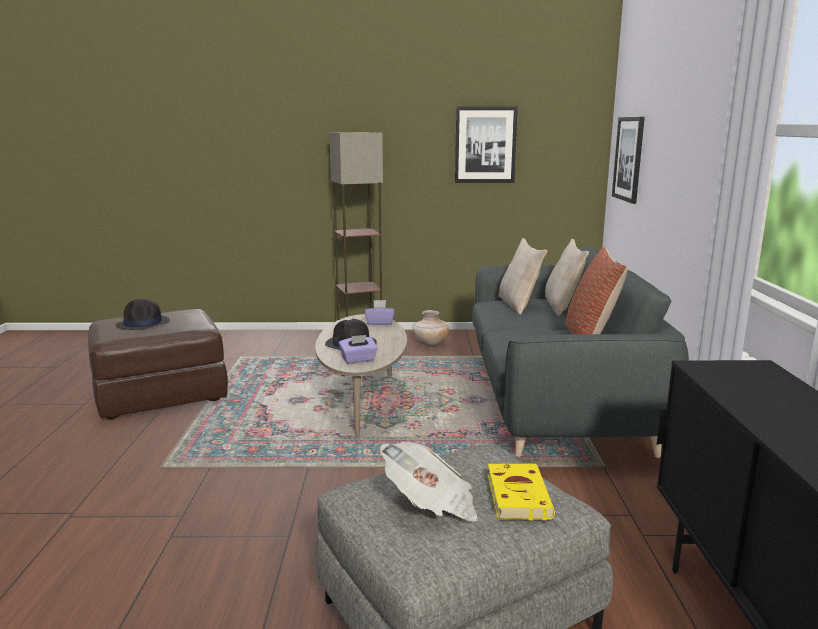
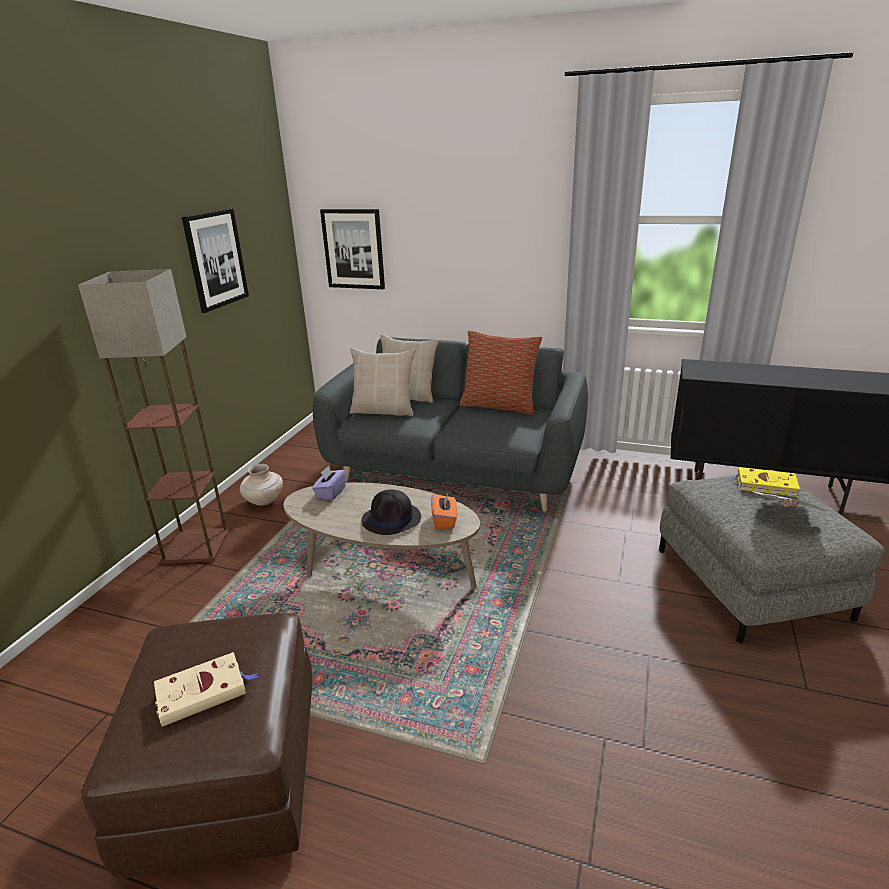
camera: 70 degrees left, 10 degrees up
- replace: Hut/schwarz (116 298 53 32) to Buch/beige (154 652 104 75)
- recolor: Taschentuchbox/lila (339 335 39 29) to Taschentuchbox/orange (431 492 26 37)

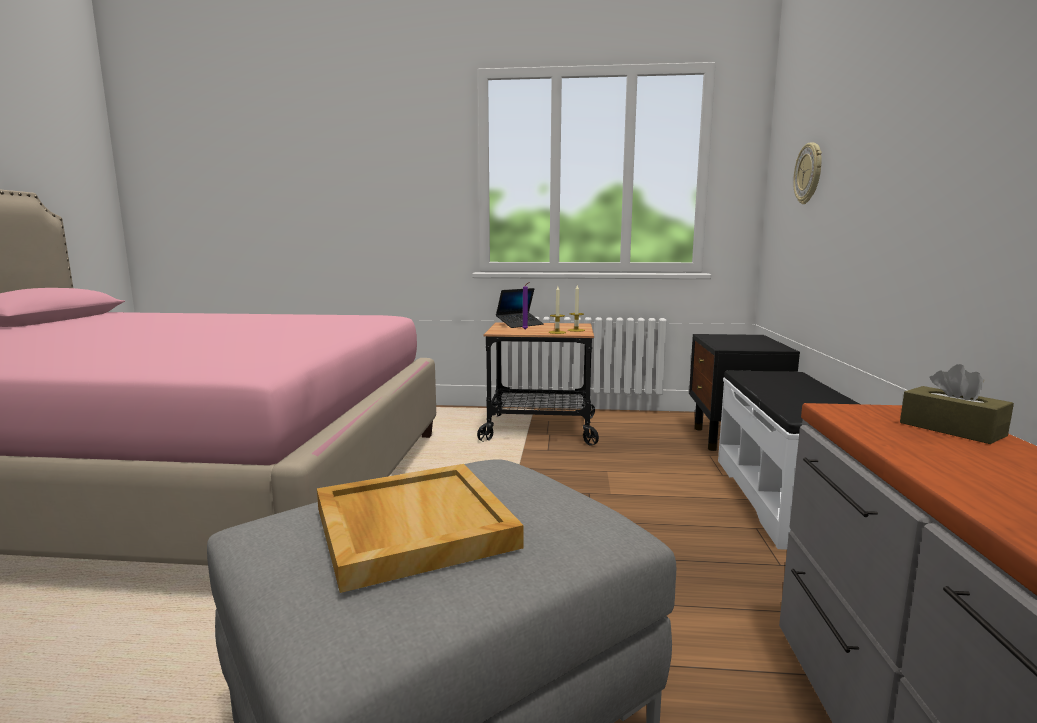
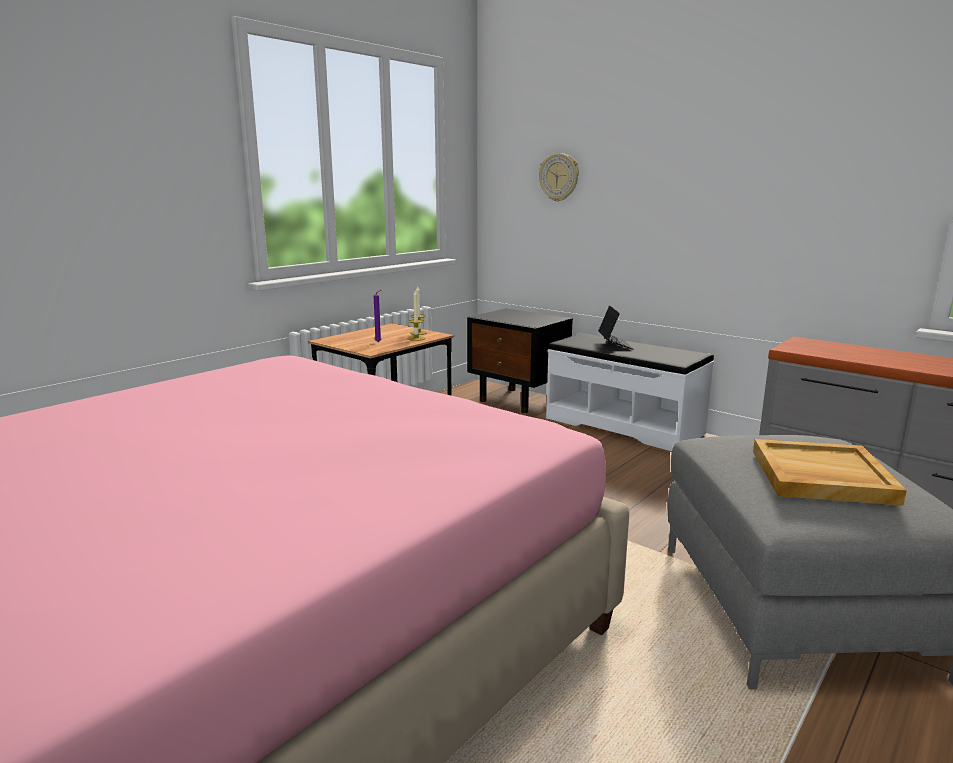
camera: 55 degrees left, 5 degrees up
- move: Laptop (496 288 48 40) to (598 305 35 45)
- delete: Taschentuchbox/braun (900 364 114 80)

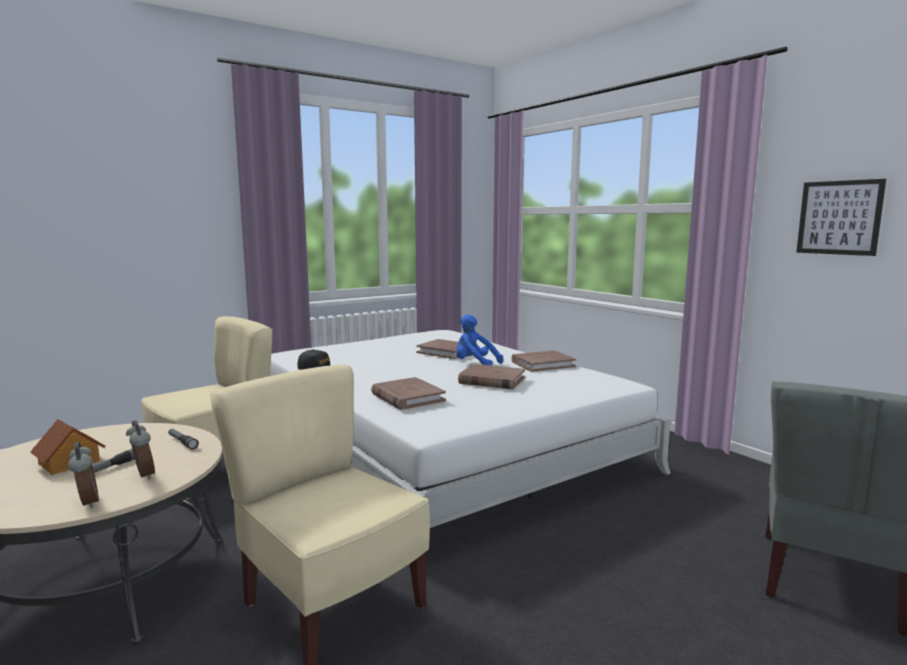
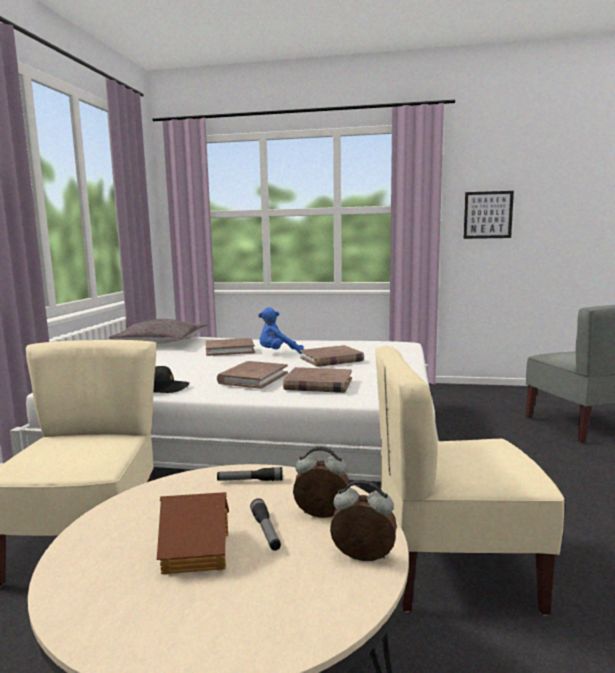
camera: 45 degrees left, 0 degrees up
- move: Buch/braun (511 350 65 22) to (217 361 71 28)
- insert: Kissen/grau (109 319 100 25)

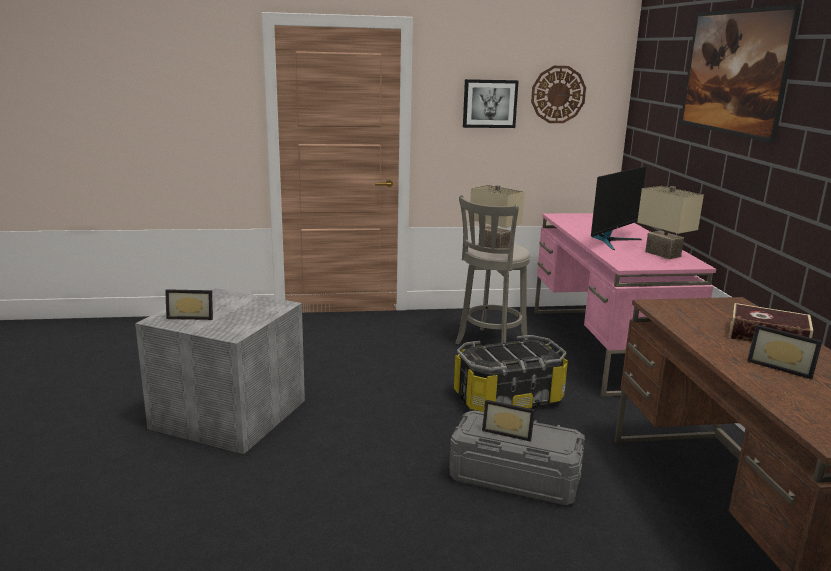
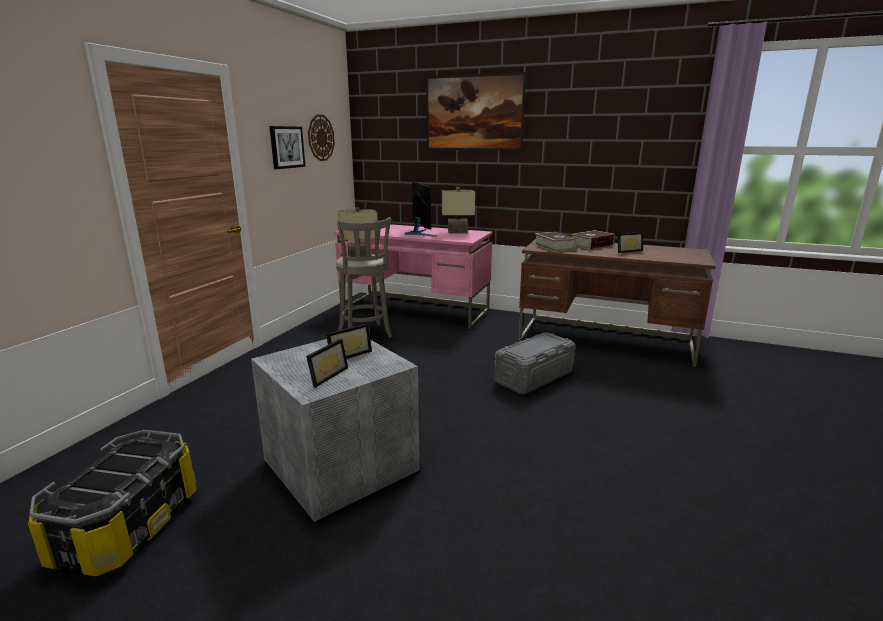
camera: 60 degrees left, 0 degrees up
- move: Aufbewahrungsbox (454 335 114 77) to (28 430 168 146)
- move: Bilderrahmen (482 400 53 42) to (326 323 46 36)
- insert: Buch (534 232 42 20)

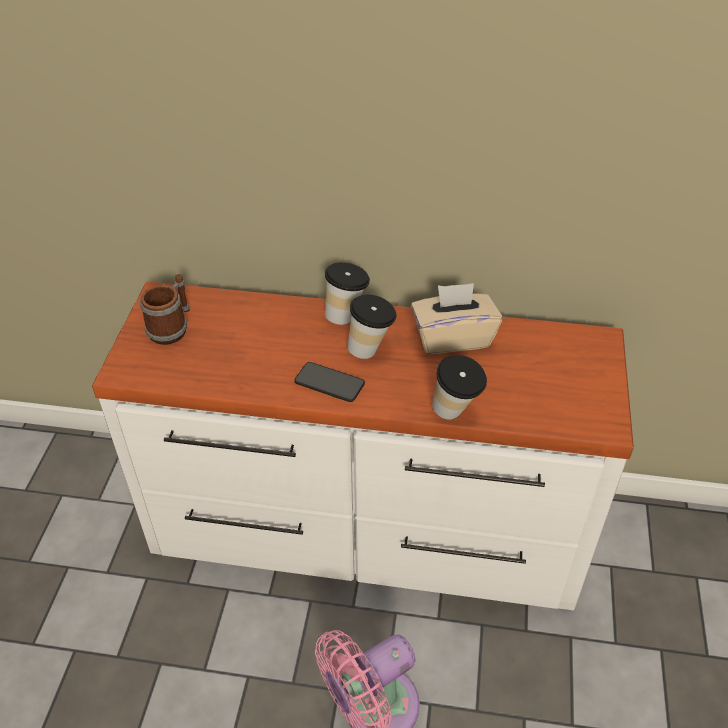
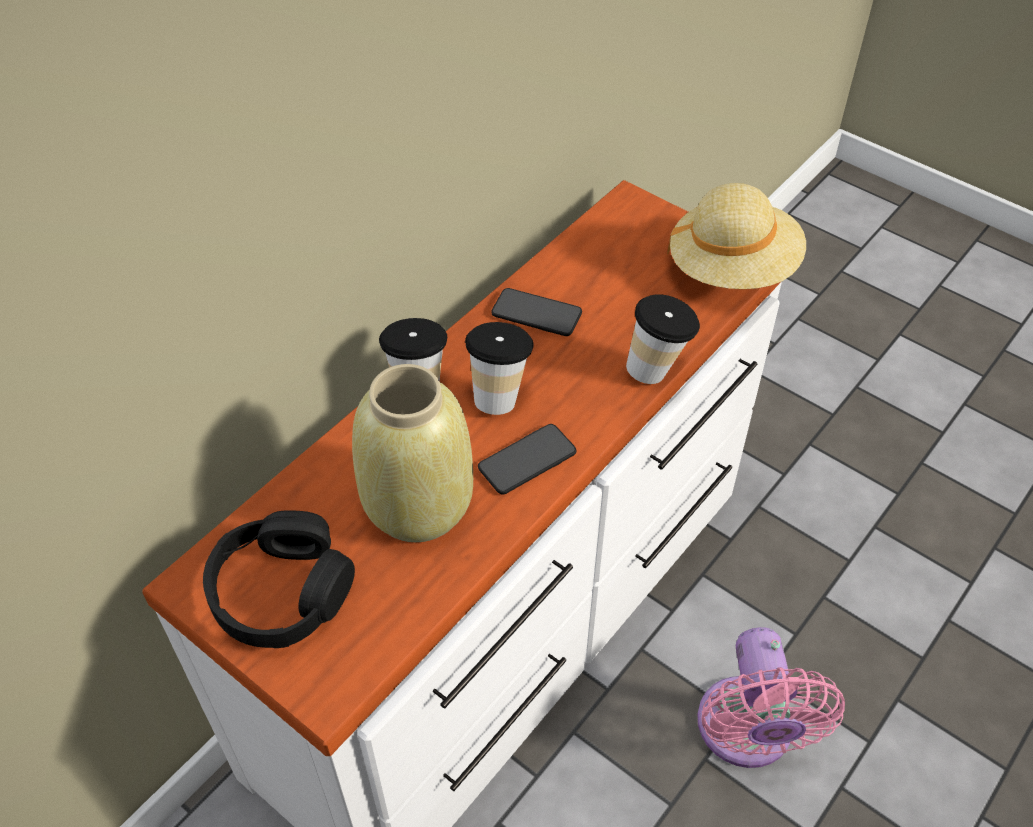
camera: 60 degrees left, 5 degrees up
- replace: Henkelbecher (140 274 50 71) to Kopfhörer/schwarz (203 510 152 138)
- replace: Taschentuchbox/beige (411 283 91 71) to Handy (491 288 91 48)
- insert: Hut/beige (667 183 139 106)
- insert: Vase/beige (352 364 121 178)

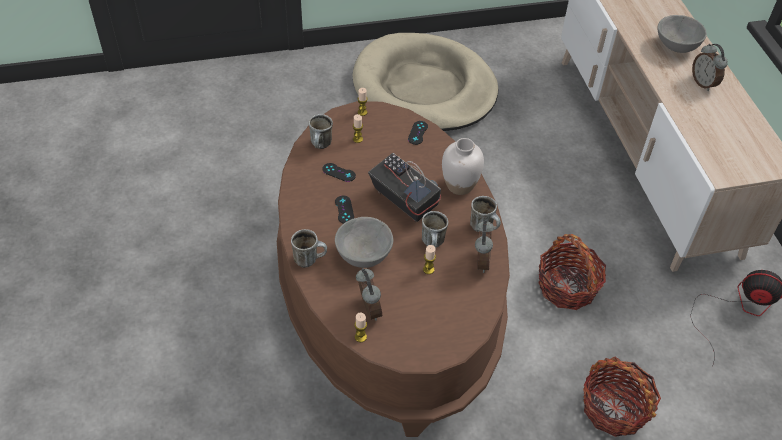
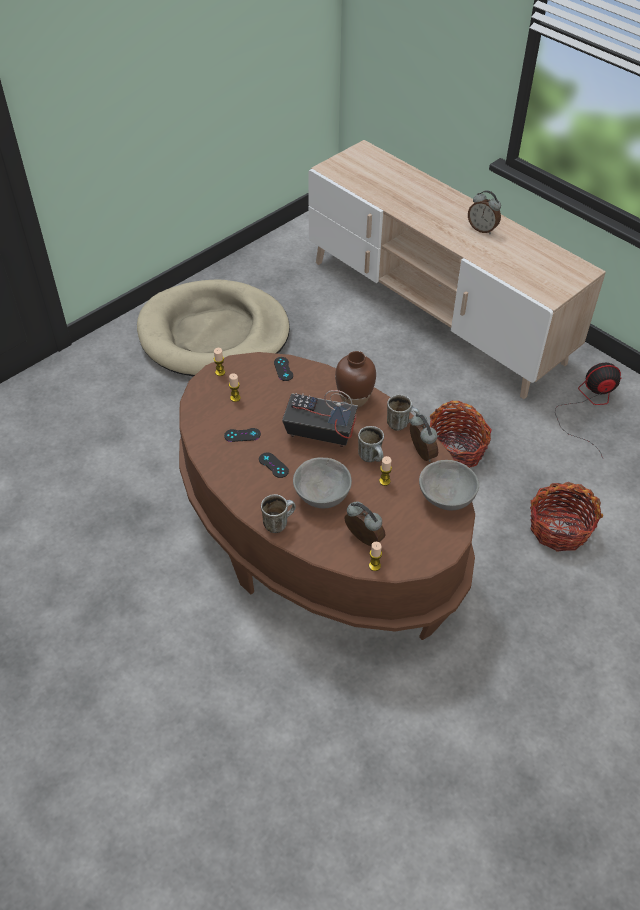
camera: 30 degrees left, 0 degrees up
- move: Schüssel/grau (658 15 49 38) to (419 460 60 50)
- delete: Henkelbecher (309 114 24 35)
- recolor: Vase/weiß (442 138 42 57) to Vase/braun (335 351 41 56)

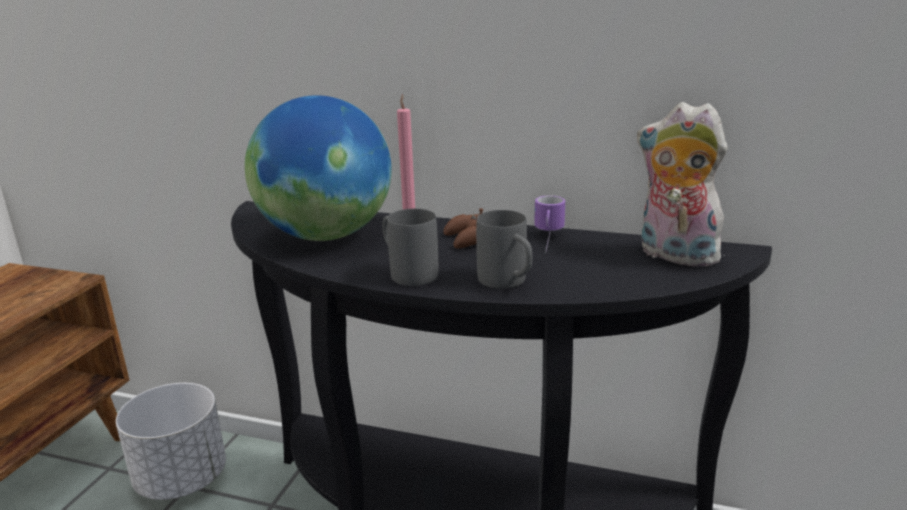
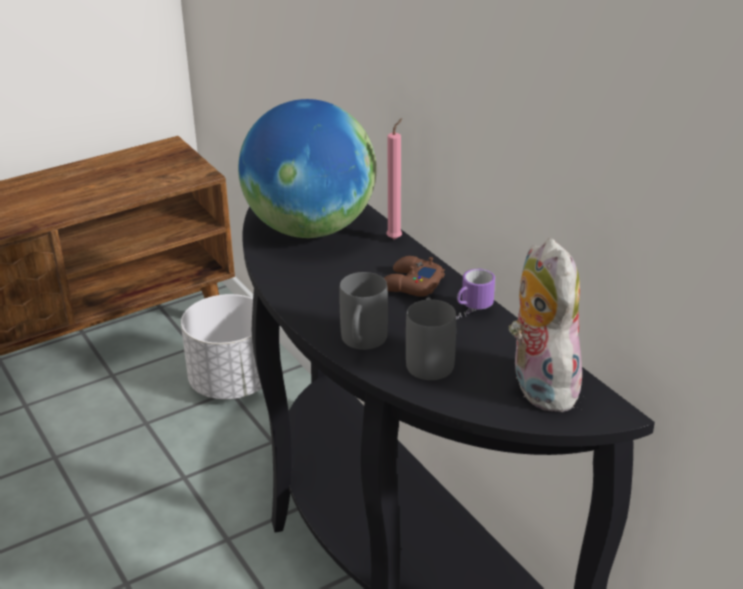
camera: 40 degrees right, 10 degrees up
- move: Henkelbecher/grau (382 209 56 77) to (406 297 50 83)

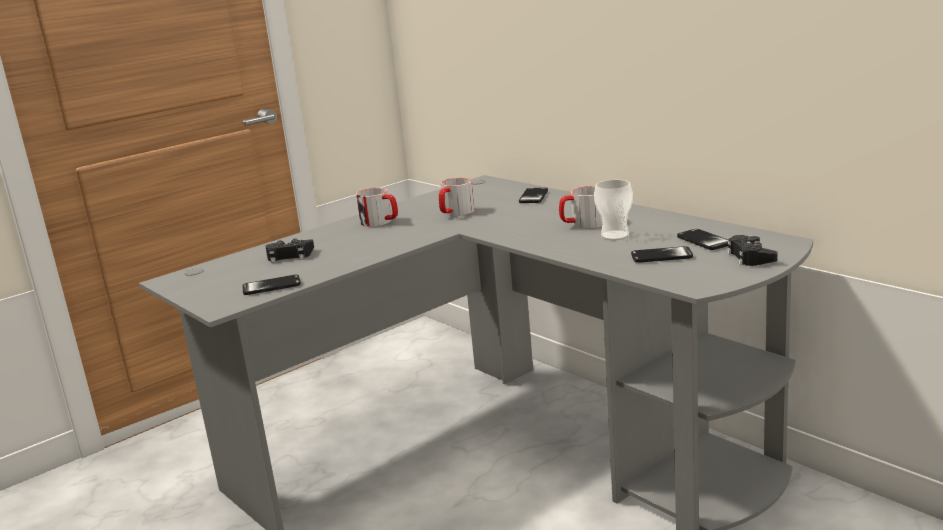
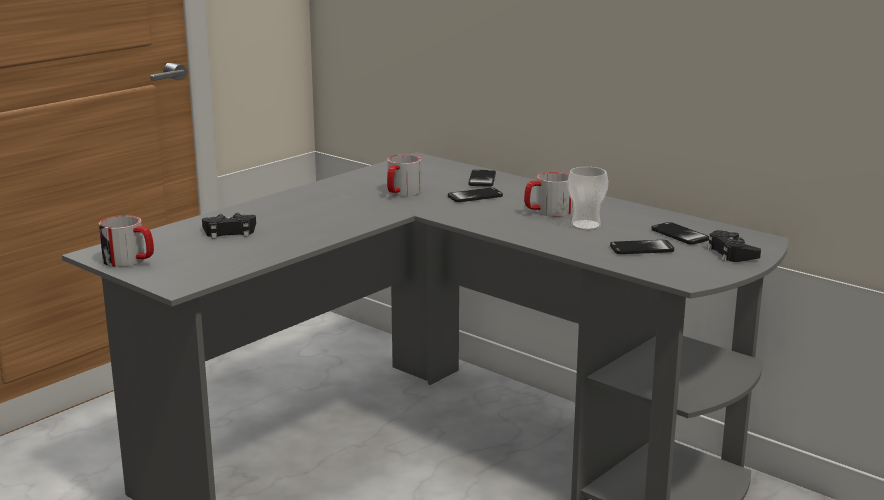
camera: 10 degrees left, 0 degrees up
- move: Henkelbecher (356 188 42 39) to (99 215 55 52)
- move: Handy (242 275 59 20) to (448 188 55 14)

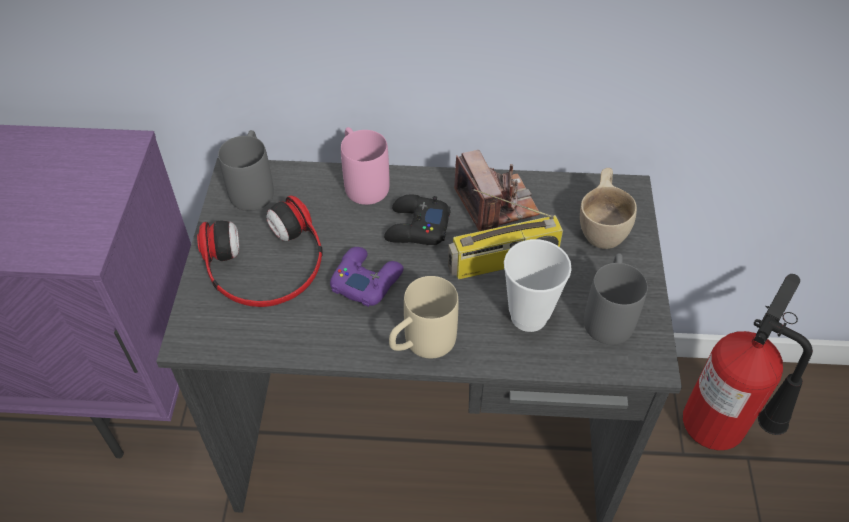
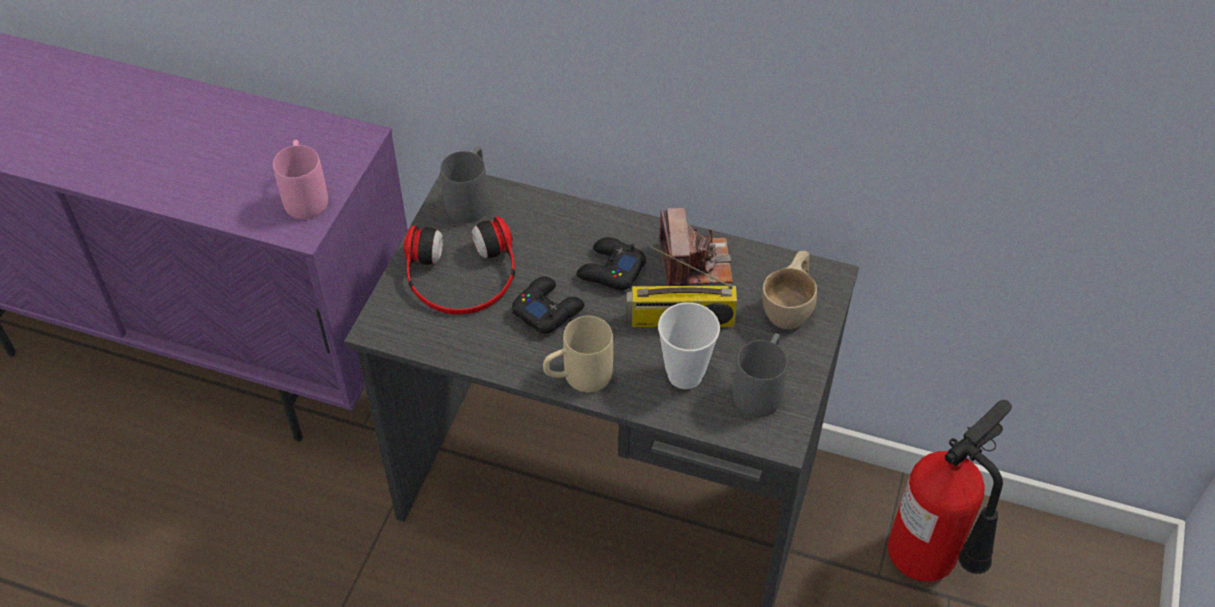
camera: 15 degrees right, 0 degrees up
- move: Henkelbecher/rosa (341 127 48 78) to (273 140 55 79)
- recolor: Gamepad/lila (330 247 74 60) to Gamepad/schwarz (512 277 72 57)

